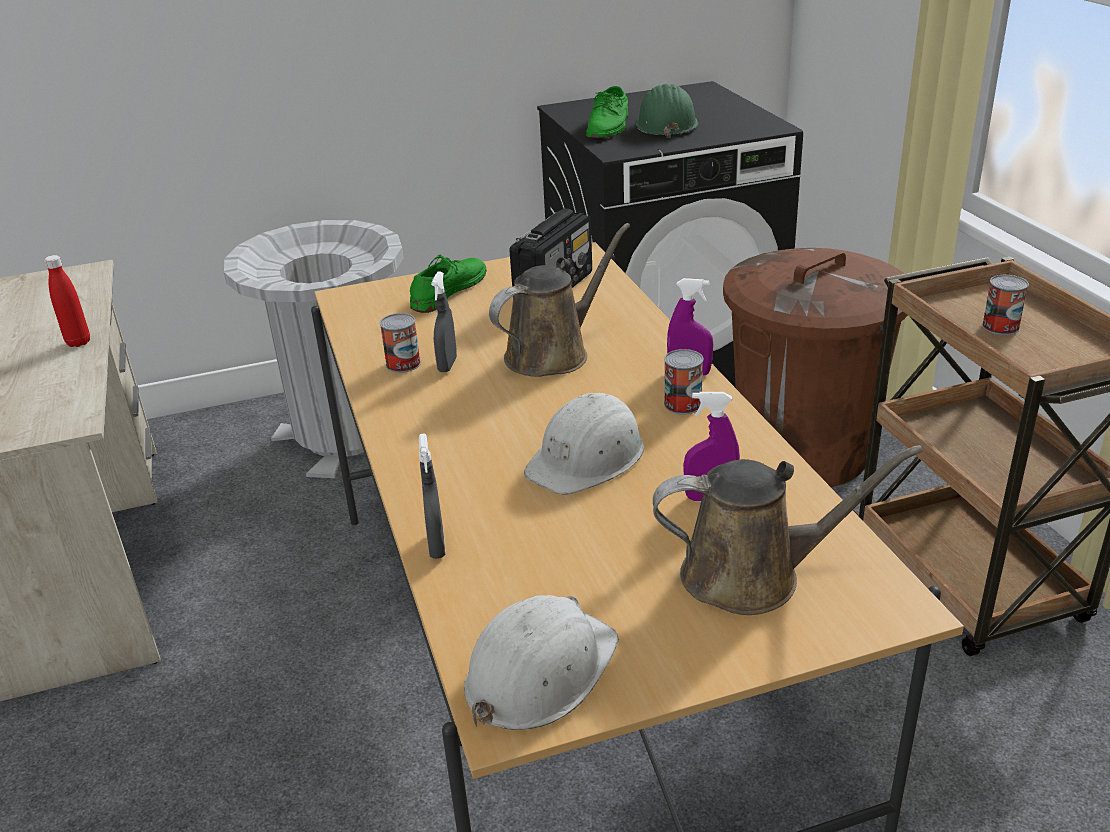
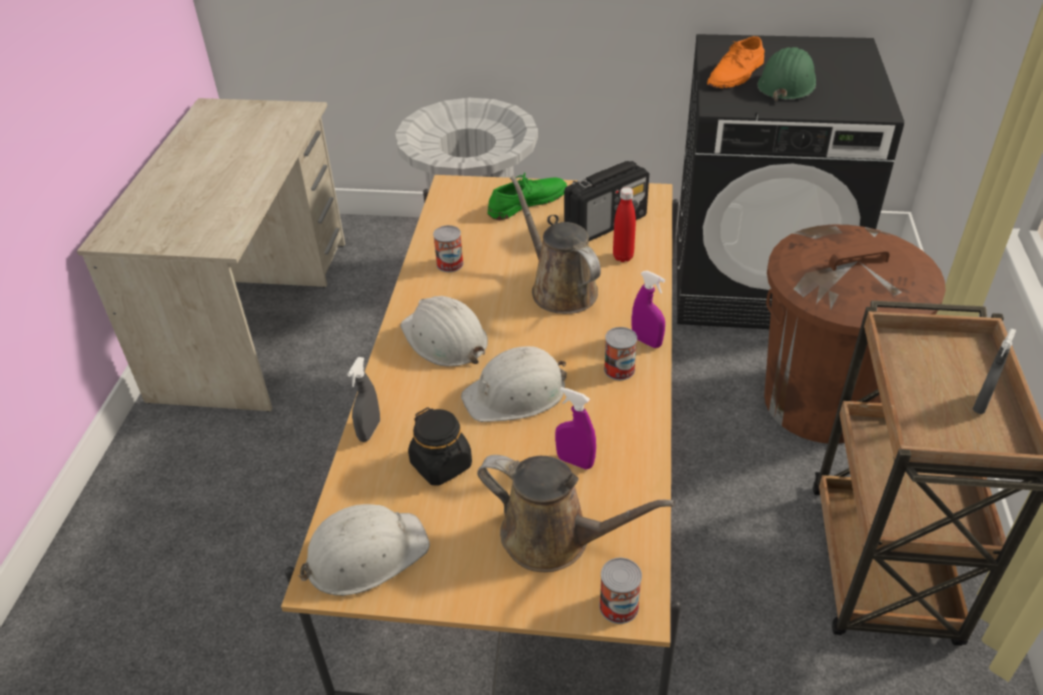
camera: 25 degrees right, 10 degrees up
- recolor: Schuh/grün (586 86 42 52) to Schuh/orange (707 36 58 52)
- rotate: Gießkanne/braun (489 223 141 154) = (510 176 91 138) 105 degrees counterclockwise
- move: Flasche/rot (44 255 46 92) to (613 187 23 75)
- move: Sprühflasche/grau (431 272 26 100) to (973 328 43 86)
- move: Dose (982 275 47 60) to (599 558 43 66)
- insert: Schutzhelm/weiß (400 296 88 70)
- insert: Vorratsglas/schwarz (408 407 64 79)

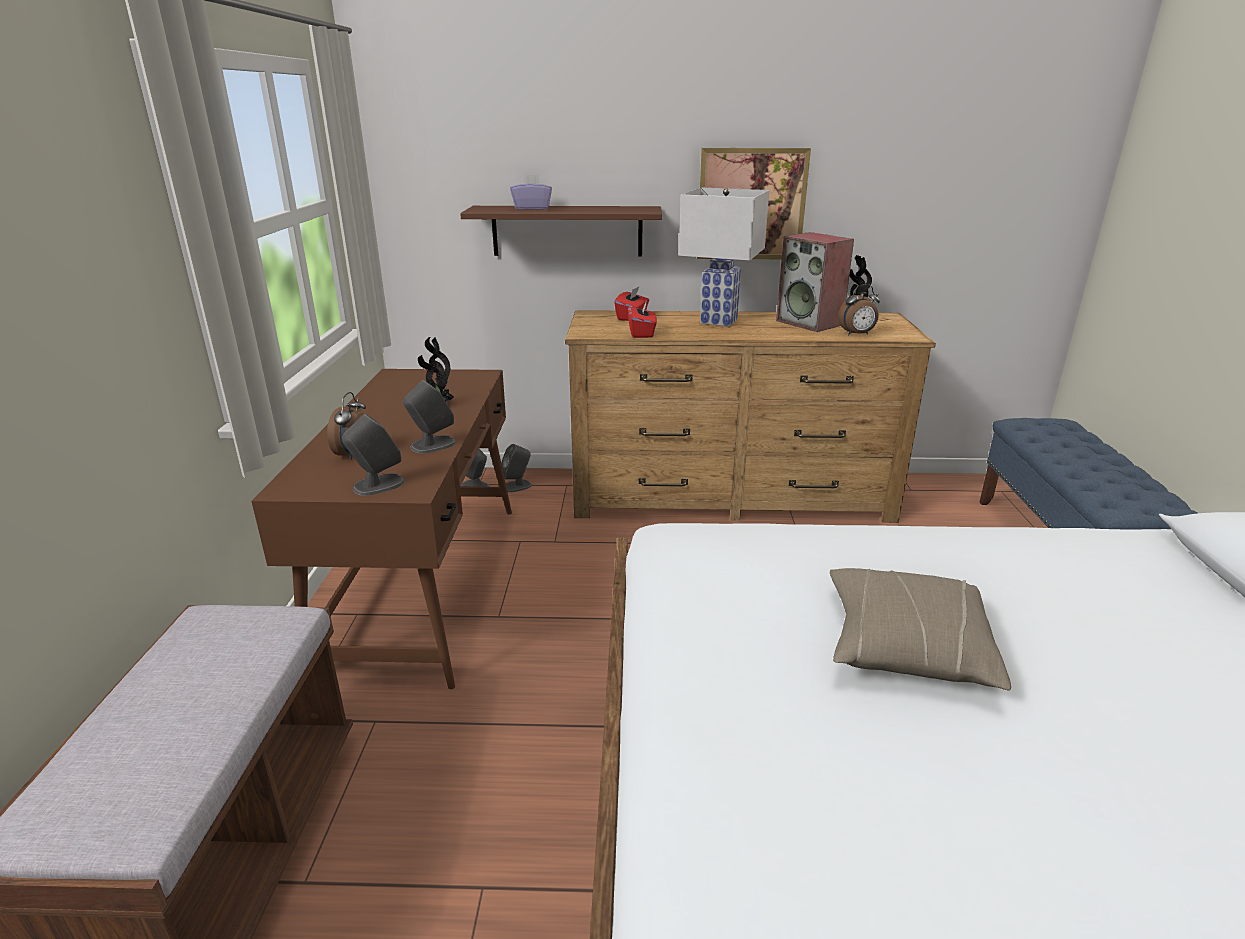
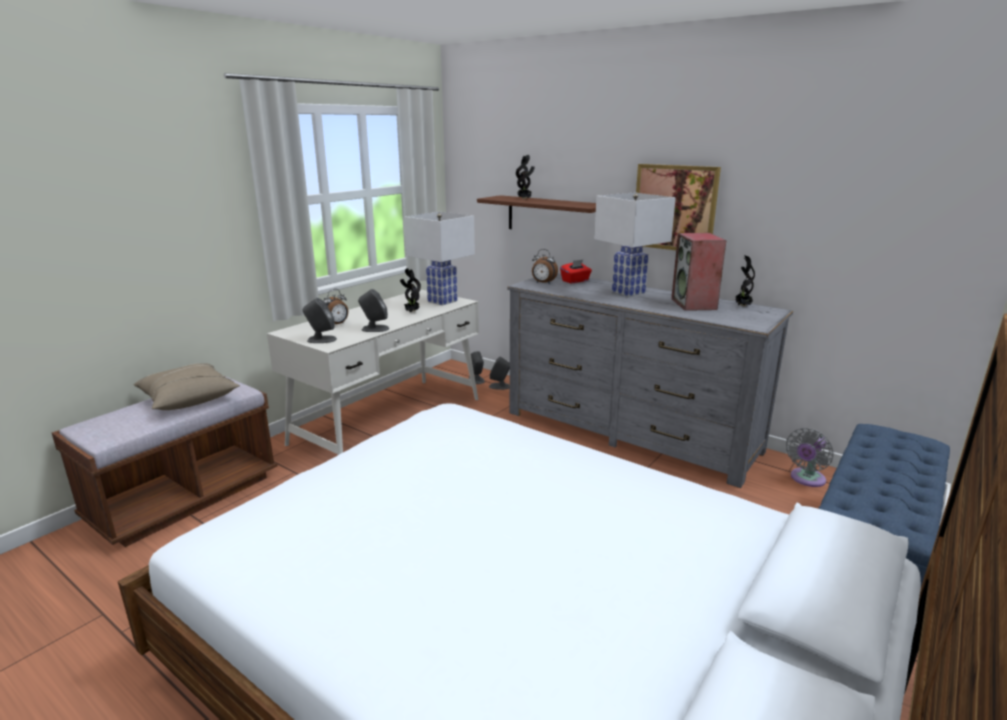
camera: 35 degrees right, 5 degrees down
- replace: Taschentuchbox/lila (510 174 42 36) to Topfpflanze (516 155 19 44)
- move: Wecker (838 284 42 51) to (532 249 26 35)
- delete: Taschentuchbox/rot (628 301 29 37)
- recolor: Kommode/braun (565 310 371 213) to Kommode/grau (508 273 285 215)
- recolor: Schreibtisch/braun (251 369 261 320) to Schreibtisch/weiß (267 289 212 166)
- move: Kissen/beige (830 568 181 122) to (133 363 107 47)
- insert: Tischlampe/weiß (404 212 71 93)
- insert: Ventilator/grau (786 428 48 59)

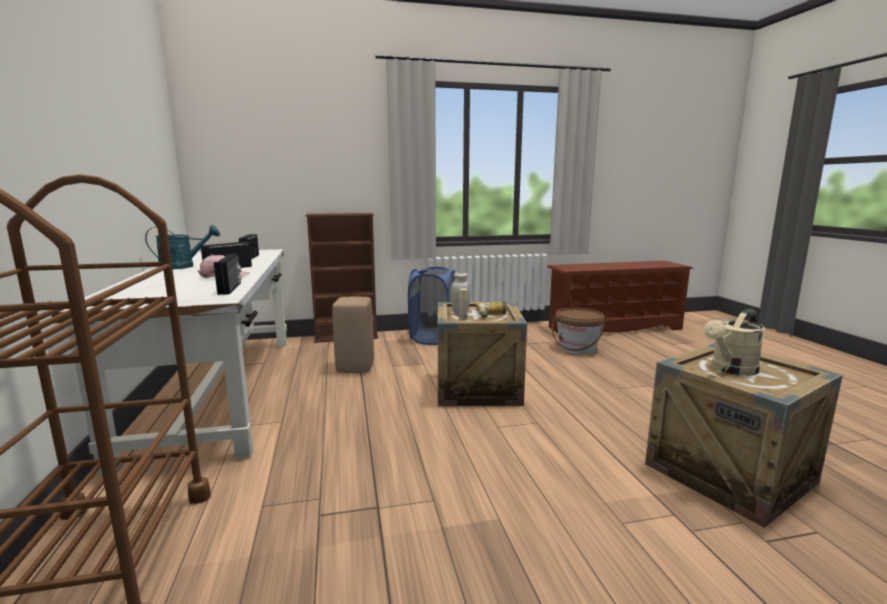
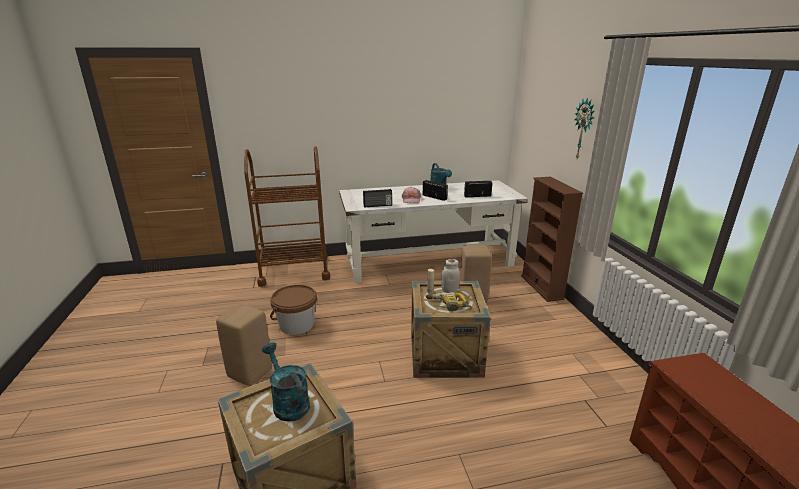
camera: 90 degrees right, 10 degrees up
- delete: Wäschekorb/blau (408 267 47 78)
- move: Eimer/braun (552 308 53 47) to (270 285 47 50)
- recolor: Gießkanne/beige (704 309 61 67) to Gießkanne/türkis (262 342 48 80)
- insert: Wanduhr (574 98 21 61)
- insert: Hocker/beige (216 304 56 82)

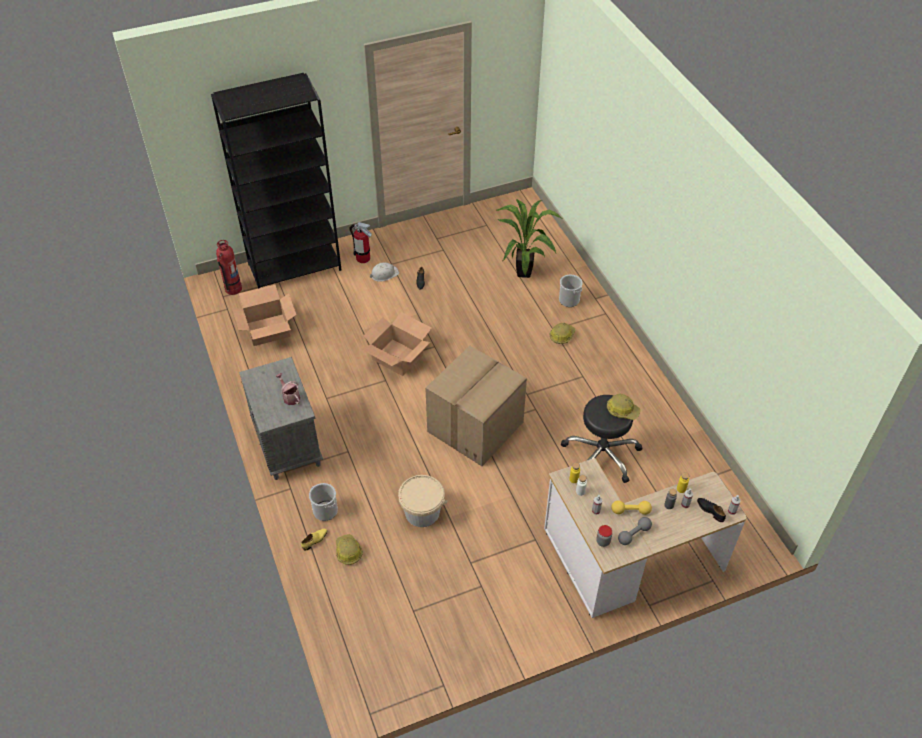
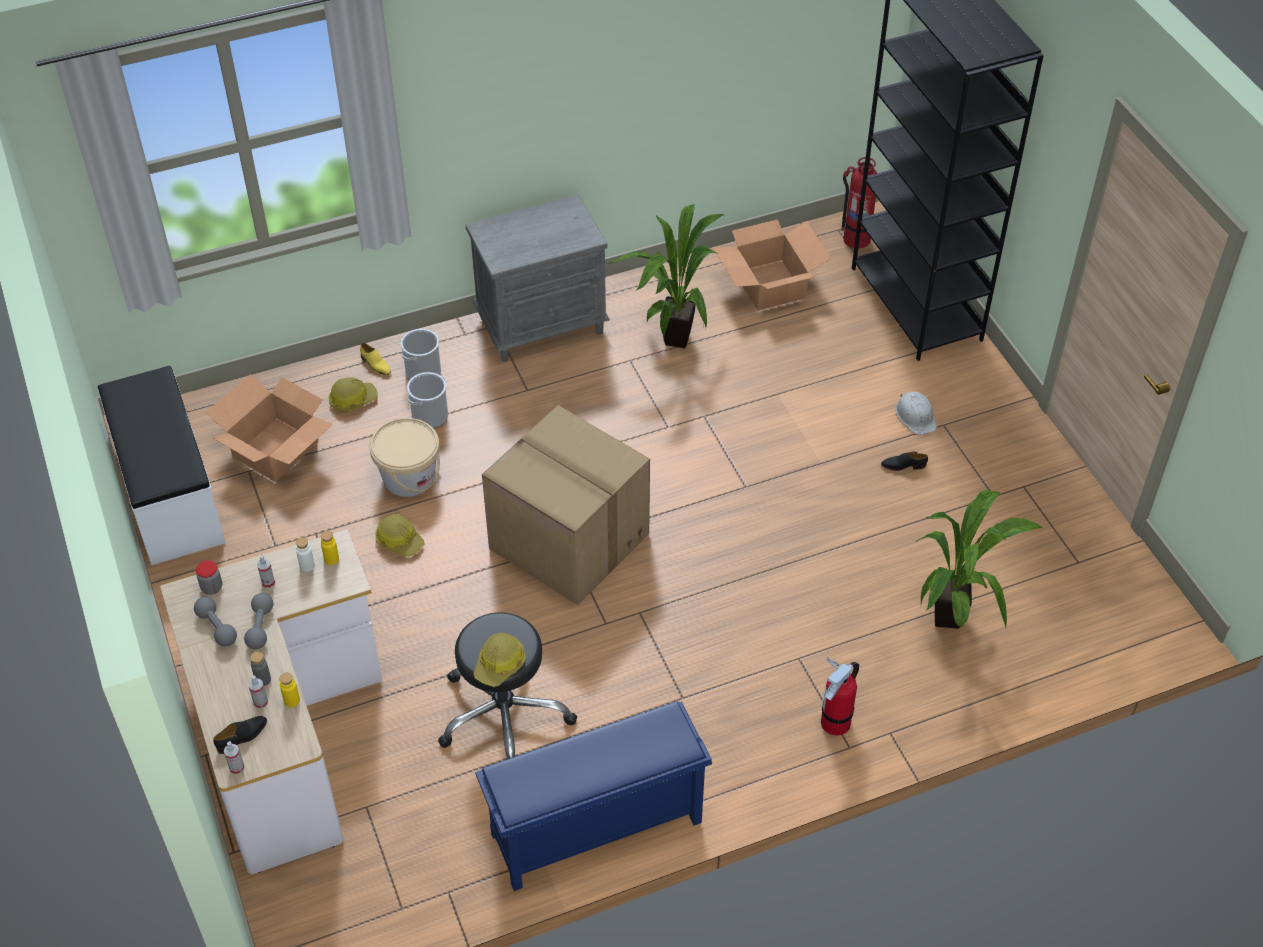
camera: 90 degrees right, 0 degrees up
- move: Feuerlöscher (350 222 22 41) to (821 657 38 79)
- move: Eimer (559 275 24 32) to (407 372 41 56)
- move: Karton (361 312 71 64) to (205 374 128 108)
- move: Schutzhelm (550 323 25 21) to (376 514 48 43)
- delete: Gießkanne (275 373 25 32)
- recolor: Hantel/gelb (611 500 41 15) to Hantel/grau (244 593 29 57)
- insert: Topfpflanze (608 205 116 143)
- insert: Bank/weiß (98 366 127 199)
- insert: Schuhregal/blau (475 701 237 190)

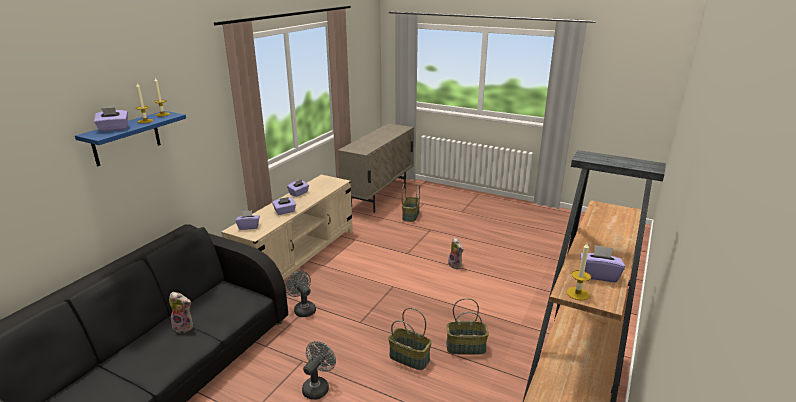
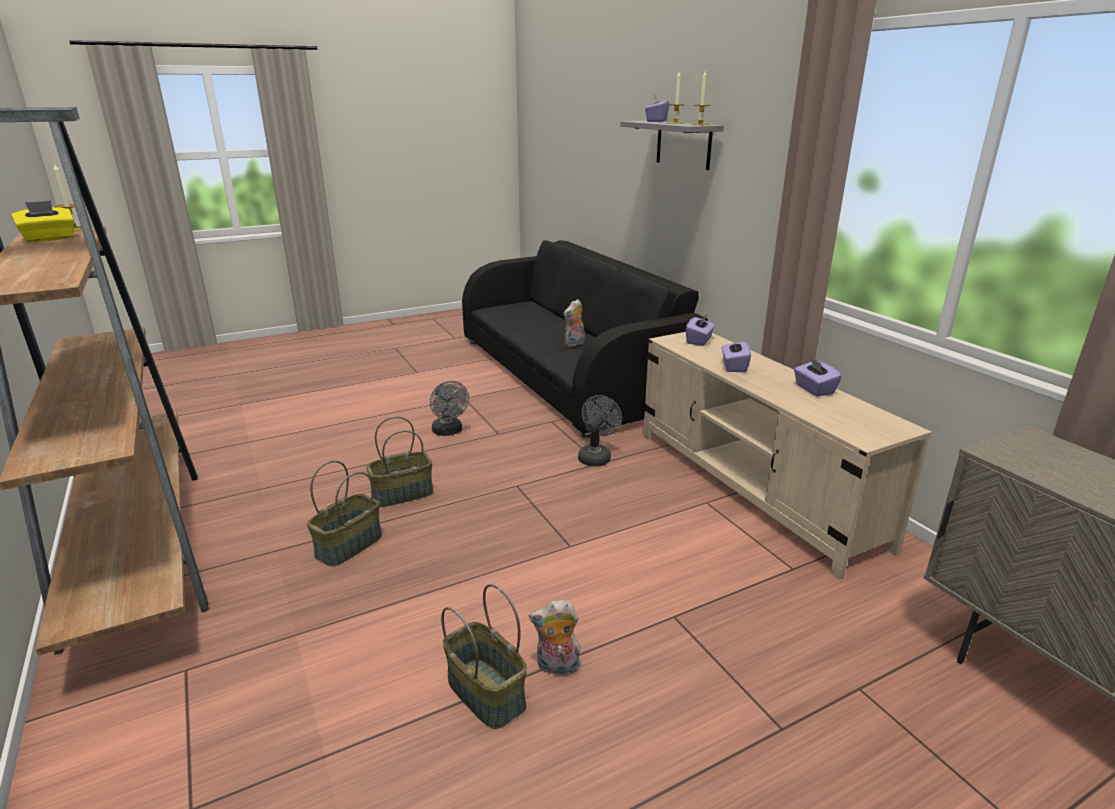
camera: 125 degrees right, 0 degrees up
- recolor: Wandregal/blau (75 111 111 55) to Wandregal/grau (620 121 104 49)
- move: Korb (402 184 18 38) to (441 584 86 145)
- recolor: Taschentuchbox/lila (580 245 45 37) to Taschentuchbox/gelb (11 200 63 43)
- rotate: Ventilator/grau (285 271 31 46) = (578 395 44 71) 60 degrees counterclockwise

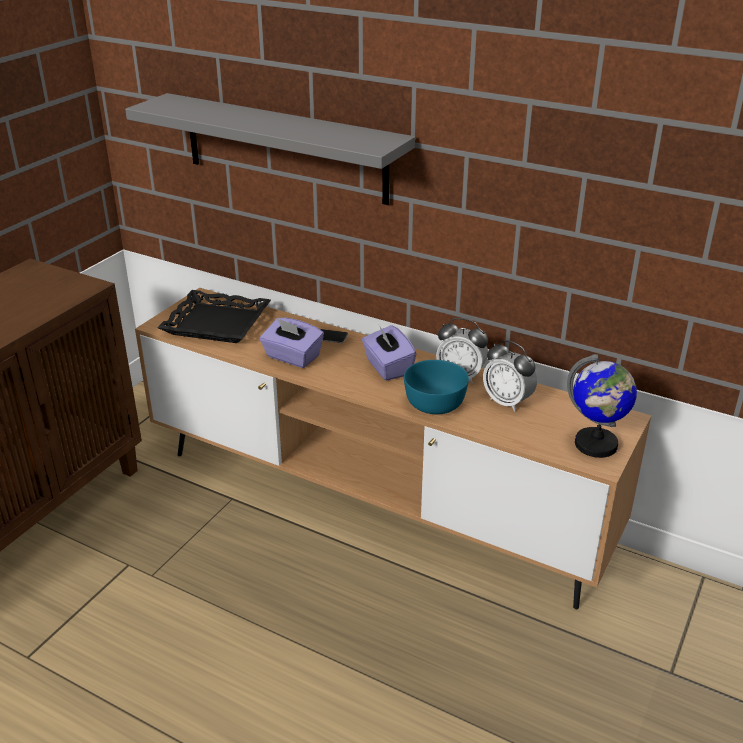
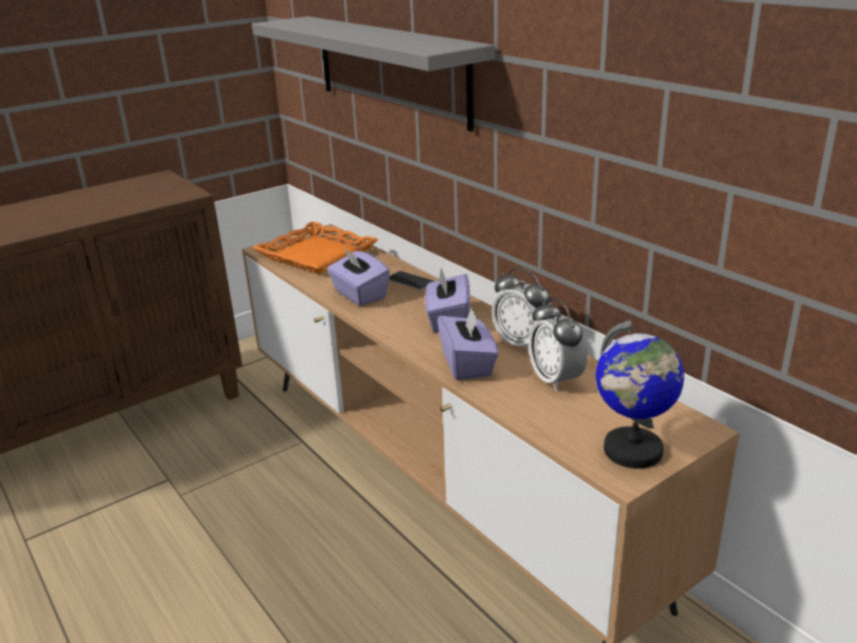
camera: 25 degrees right, 5 degrees down
- recolor: Tablett/schwarz (157 290 114 53) to Tablett/orange (253 221 125 53)
- replace: Schüssel/türkis (404 360 65 54) to Taschentuchbox/lila (437 307 62 74)

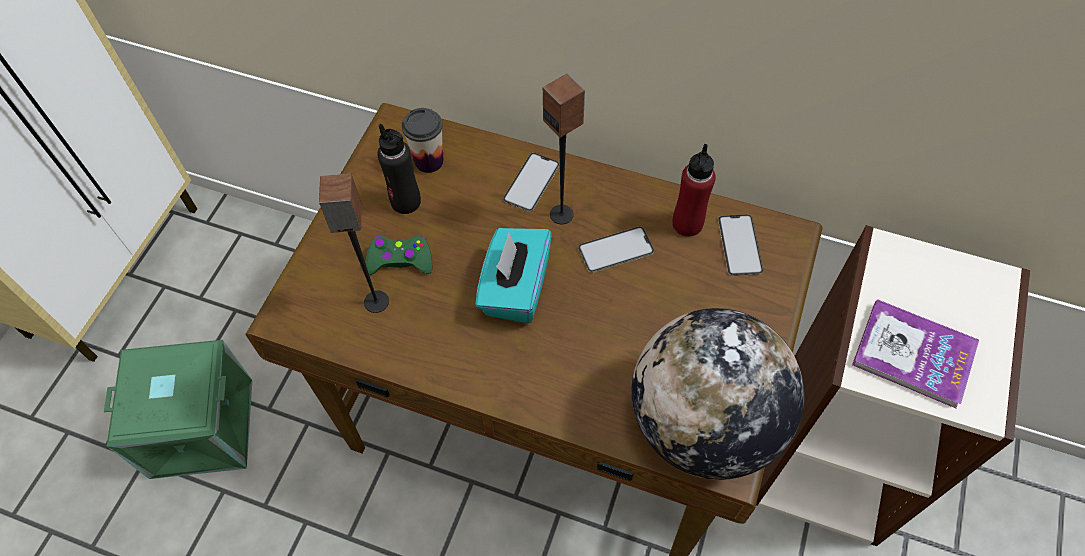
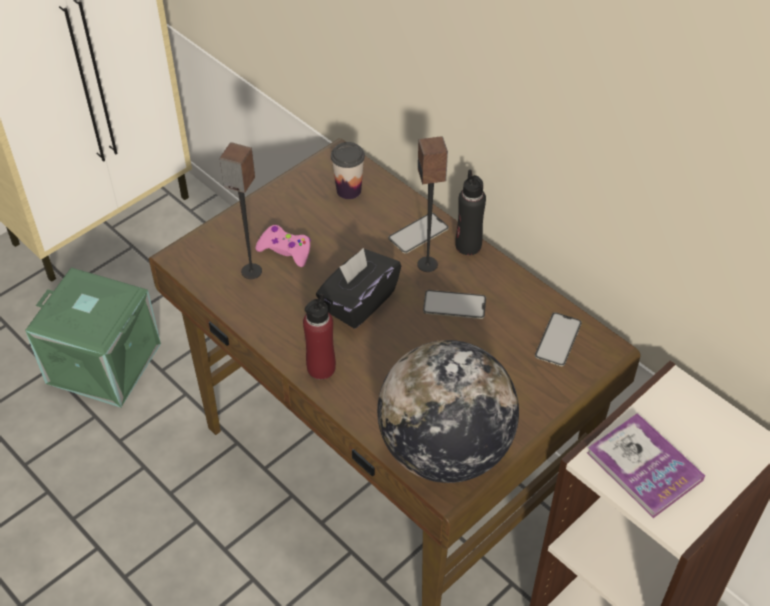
camera: 25 degrees right, 10 degrees down
- move: Flasche/schwarz (377 124 44 90) to (455 169 31 86)
- move: Flasche/rot (672 144 44 93) to (303 293 33 86)
- recolor: Taschentuchbox/türkis (476 228 76 95) to Taschentuchbox/schwarz (316 248 85 81)
- recolor: Gamepad/grün (365 236 67 39) to Gamepad/rosa (256 225 55 42)

